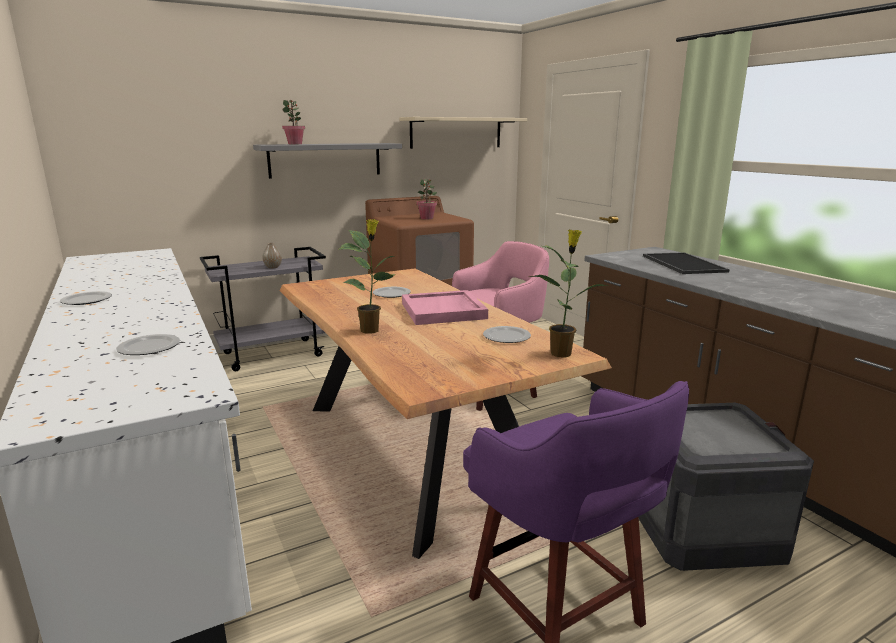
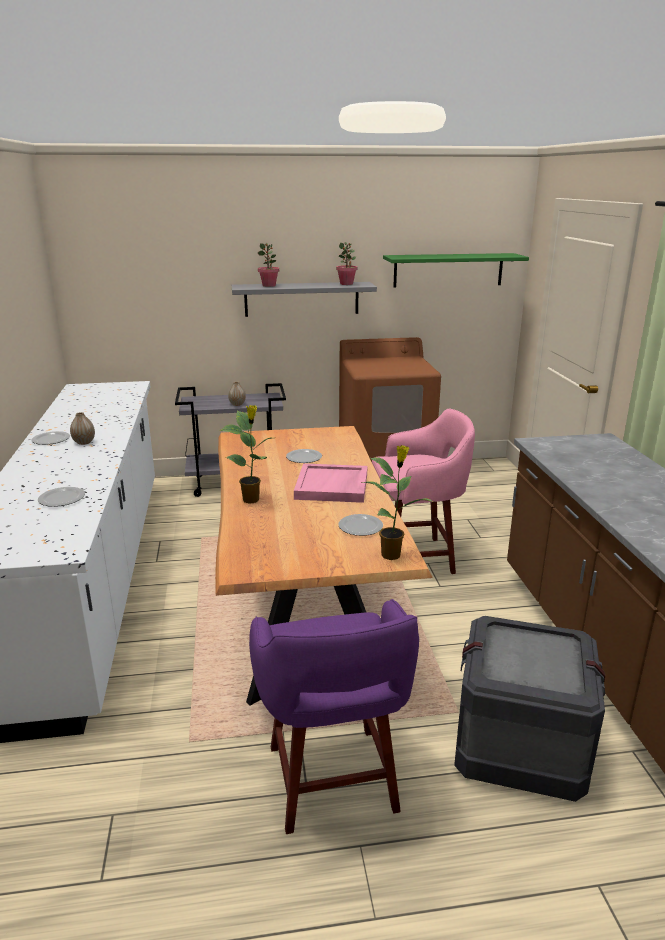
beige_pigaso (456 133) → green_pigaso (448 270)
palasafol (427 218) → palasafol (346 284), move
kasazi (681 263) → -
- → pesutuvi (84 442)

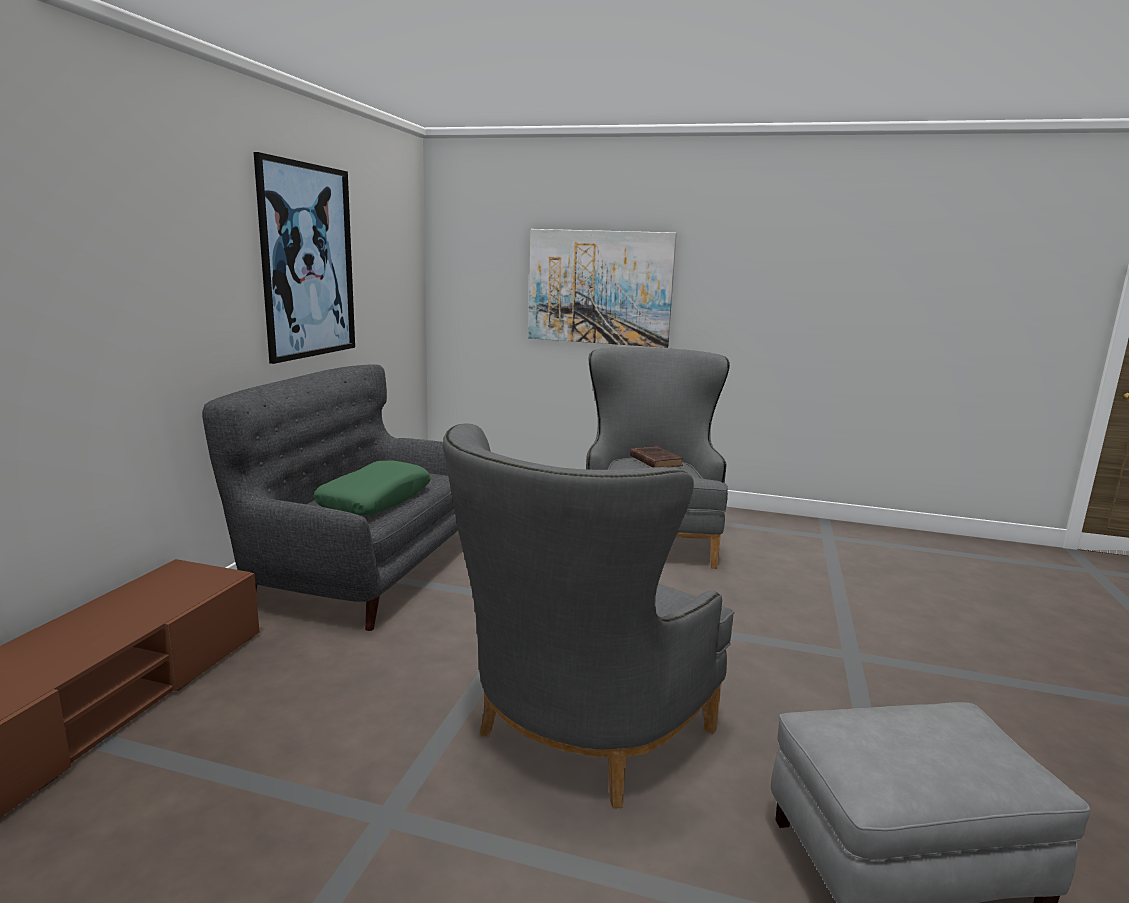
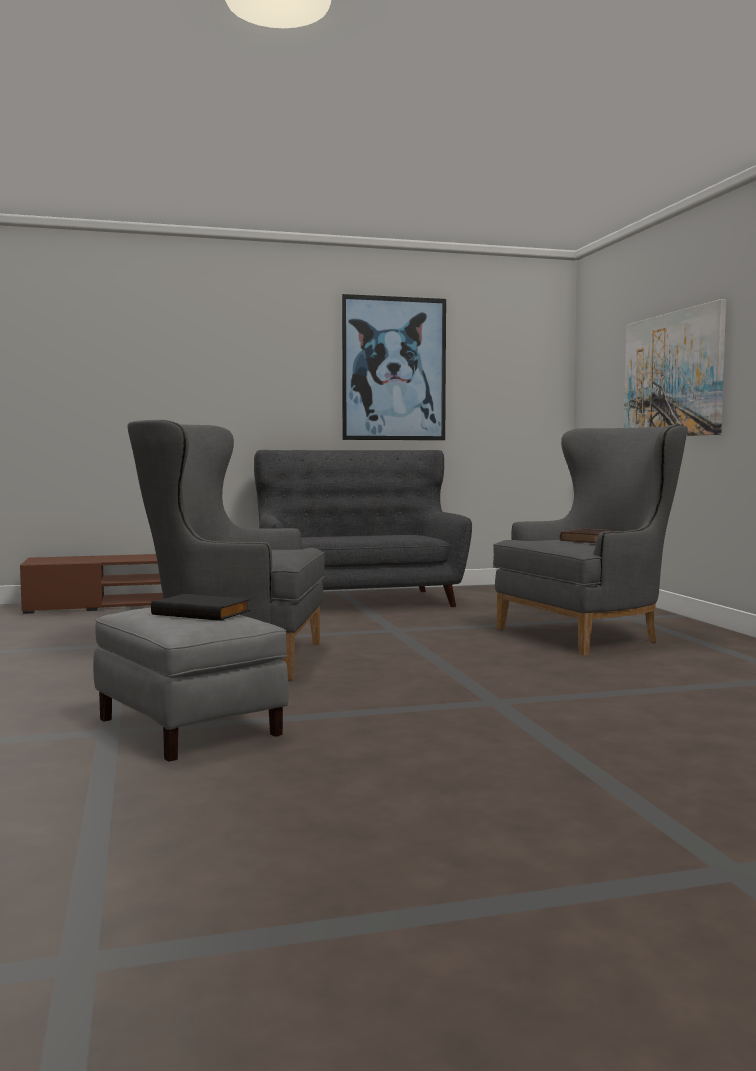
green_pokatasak (375 500) → -
- → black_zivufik (203 612)

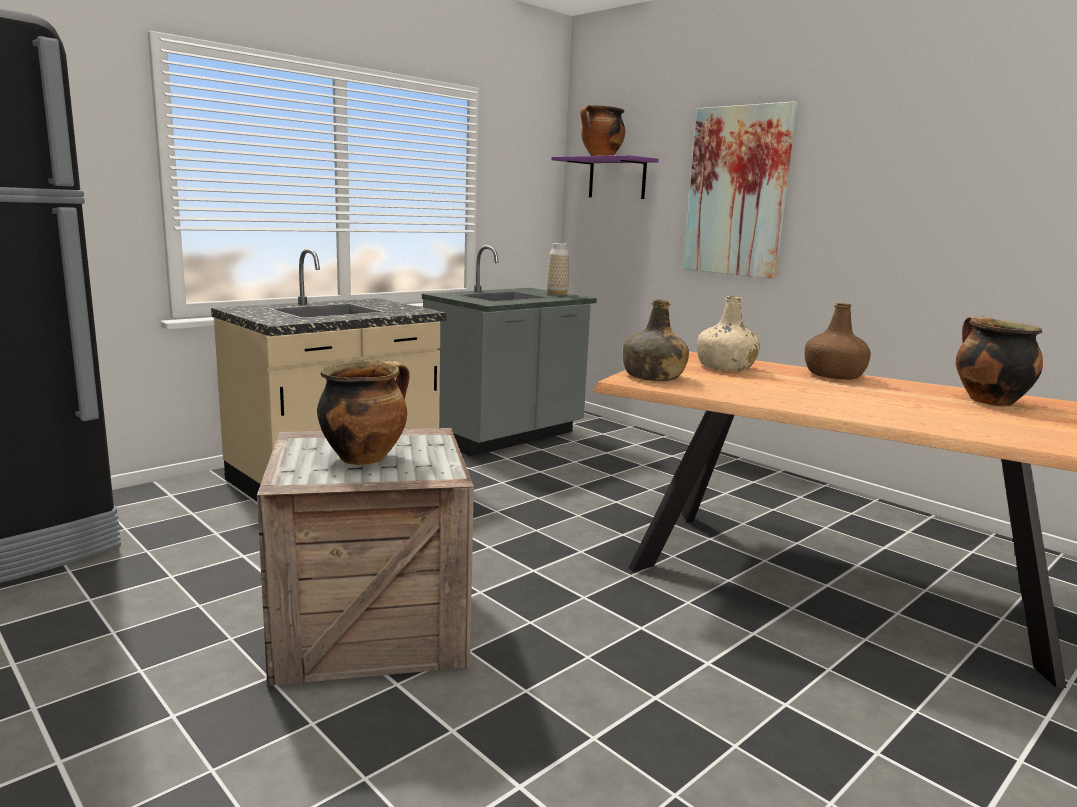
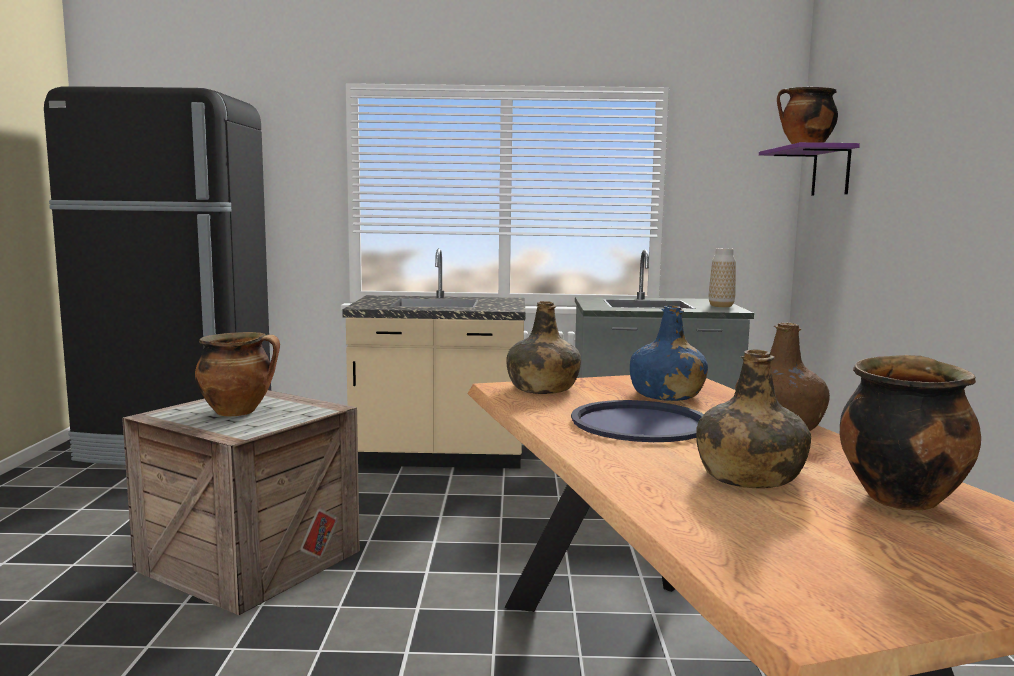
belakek (737 191) → -
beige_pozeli (725 367) → blue_pozeli (666 395)
- → blue_kasazi (639 423)
- → green_pozeli (748 477)

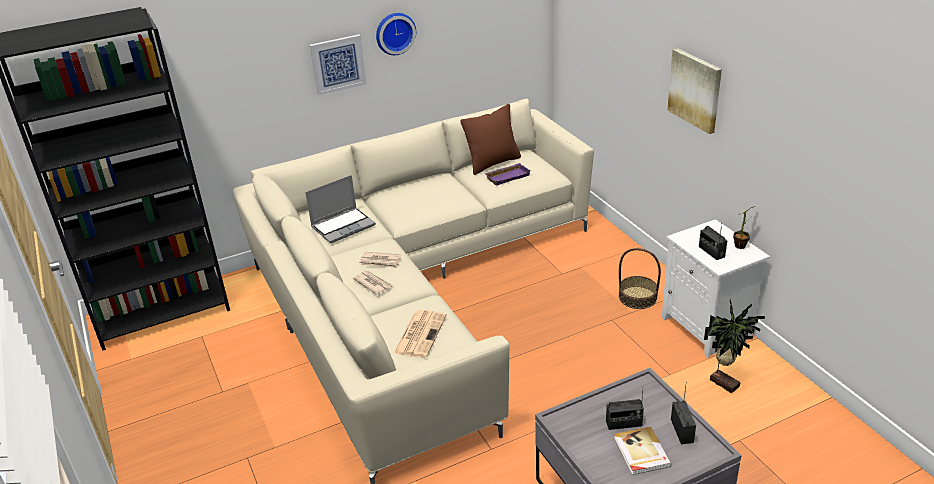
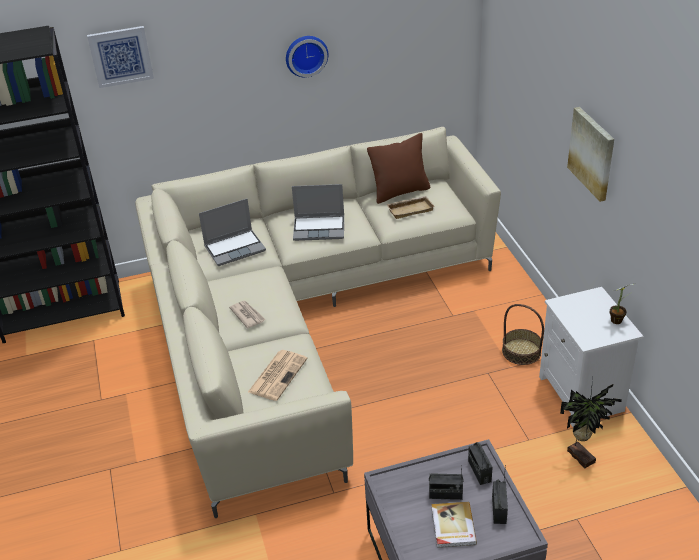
belakek (338 64) → belakek (120 56), move
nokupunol (380 262) → -
purple_kasazi (507 176) → beige_kasazi (410 209)
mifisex (711 252) → mifisex (479 471), move
- → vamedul (320 228)

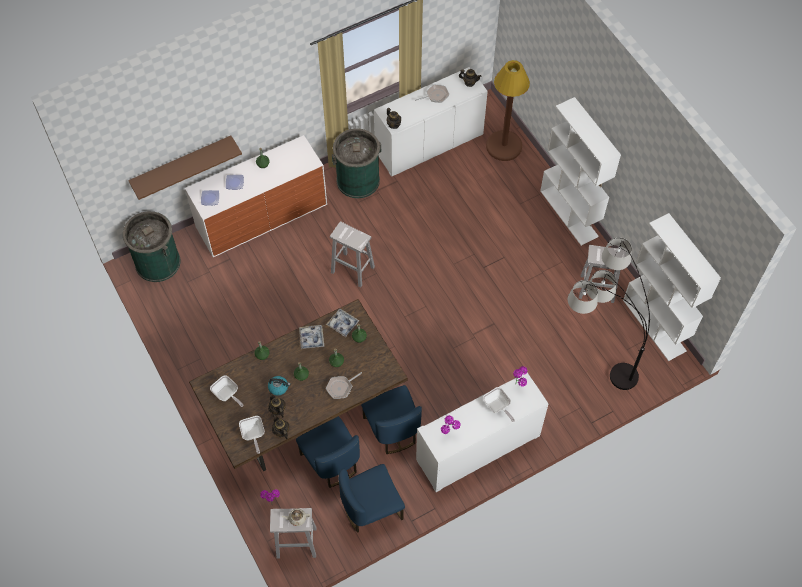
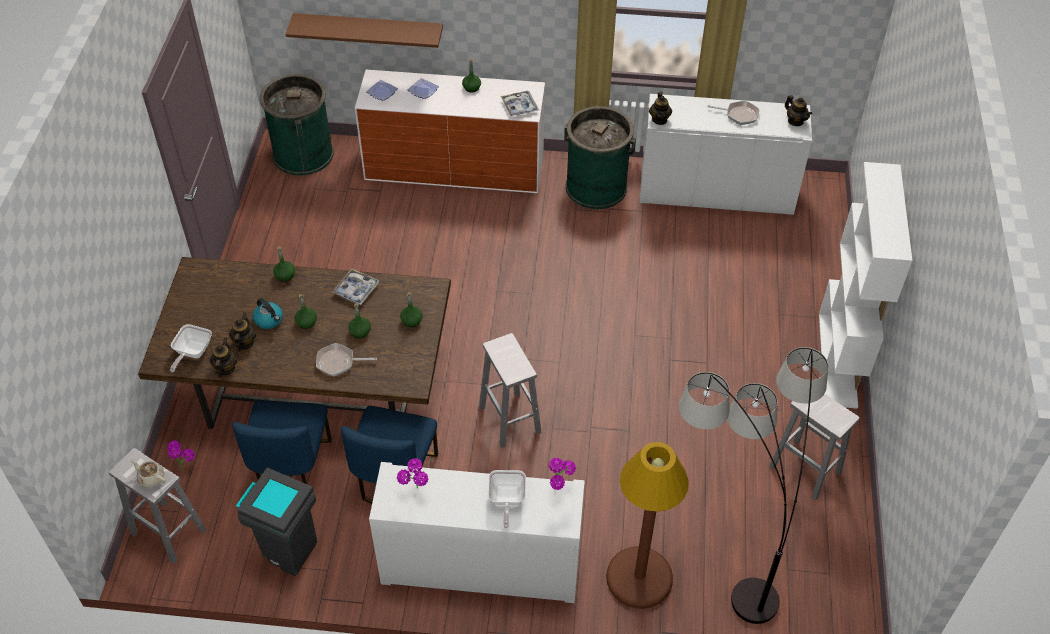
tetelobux (227 395) → -
kasazi (342 324) → kasazi (519 107), move
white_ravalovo (353 270) → white_ravalovo (510 420), move
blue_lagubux (371 508) → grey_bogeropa (287 551)
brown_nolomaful (504 146) → brown_nolomaful (639 578), move
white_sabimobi (655 325) → -

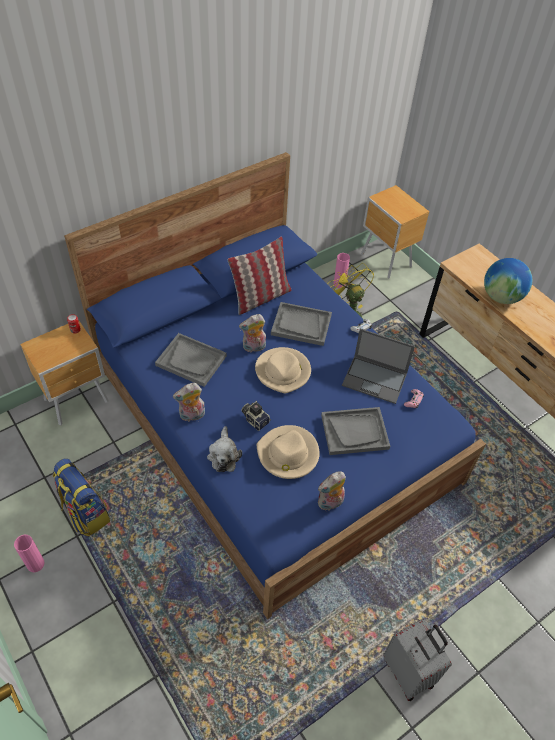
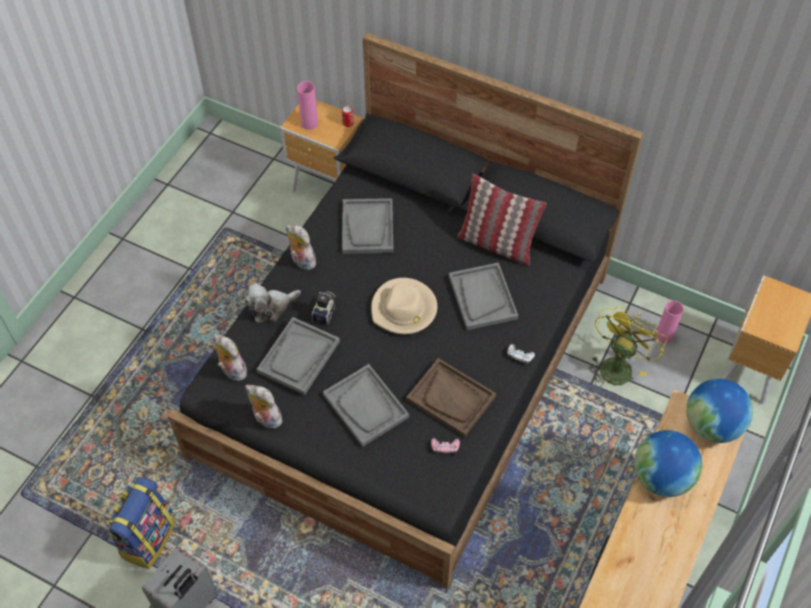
pink_pesutuvi (35 564) → pink_pesutuvi (309 123), move
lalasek (85 513) → lalasek (148 537), move
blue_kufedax (274 424) → black_kufedax (407 363)
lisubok (254 347) → lisubok (231 370), move
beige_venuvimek (288 454) → grey_kasazi (299 357)
vamedul (375 379) → brown_kasazi (451 398)
- → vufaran (712 425)

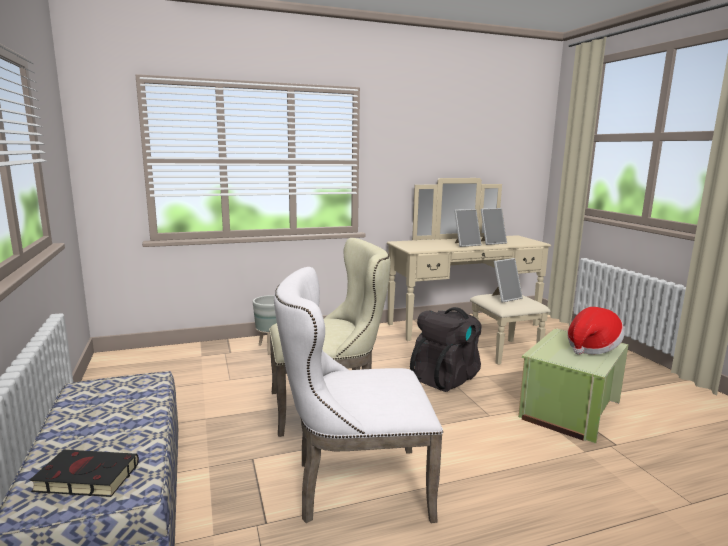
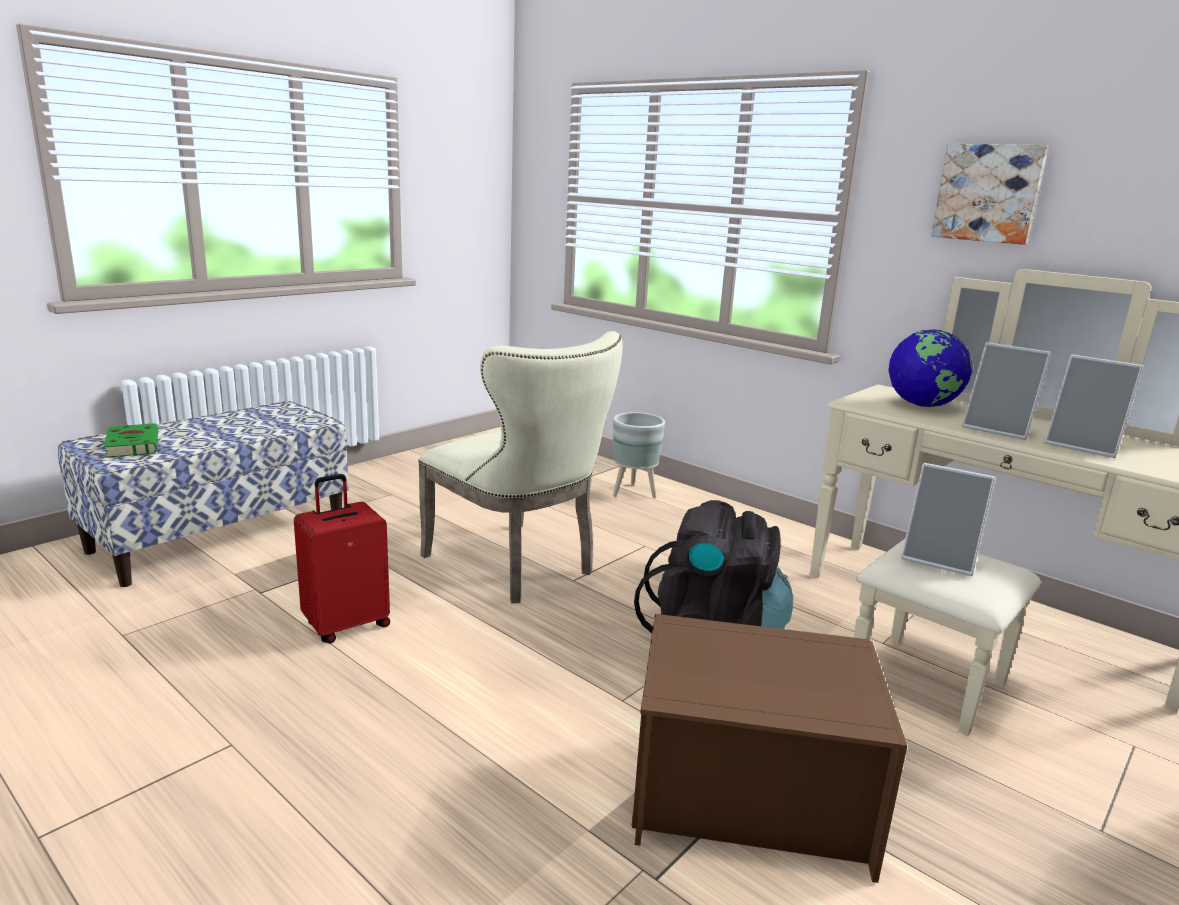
black_zivufik (84 478) → green_zivufik (132 444)
white_lagubux (353 487) → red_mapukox (346 624)
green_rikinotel (568 409) → brown_rikinotel (748 796)
venuvimek (592 347) → -
- → vufaran (922 405)
- → belakek (988 193)

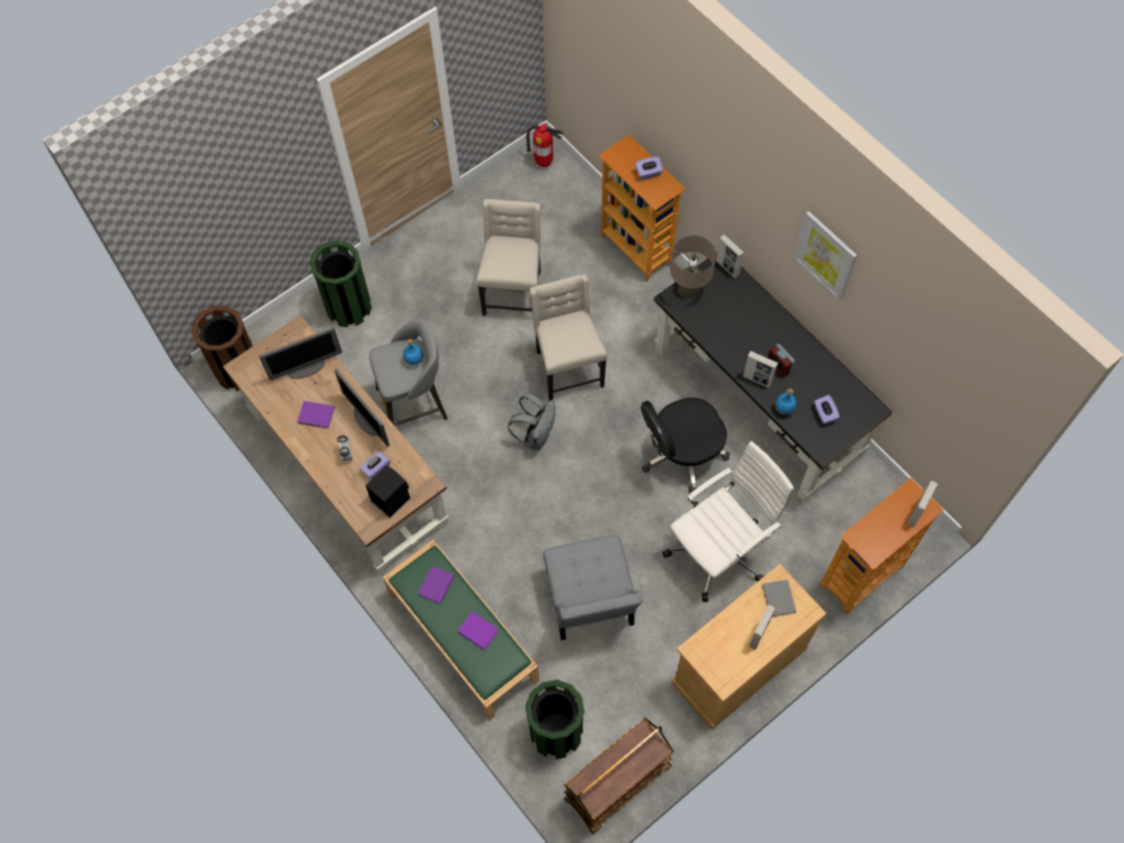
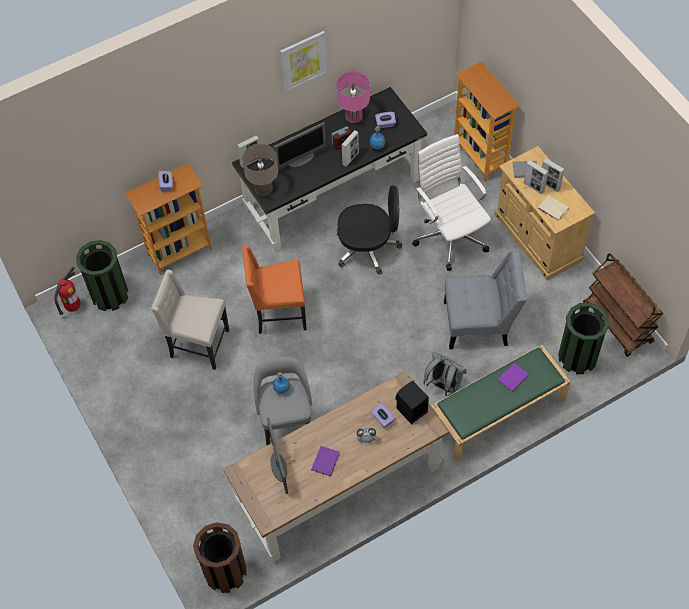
green_bogeropa (349 307) → green_bogeropa (110 295), move
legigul (367 421) → legigul (301 160), move
purple_zivufik (435 586) → -
grey_lalasek (536 435) → grey_lalasek (443 385), move
beige_lagubux (568 368) → orange_lagubux (279 313)
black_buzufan (681 454) → black_buzufan (368 248), 75 degrees counterclockwise
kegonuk (916 513) → kegonuk (533 187), move
- → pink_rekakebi (354 116)
- → beige_zivufik (553 209)

